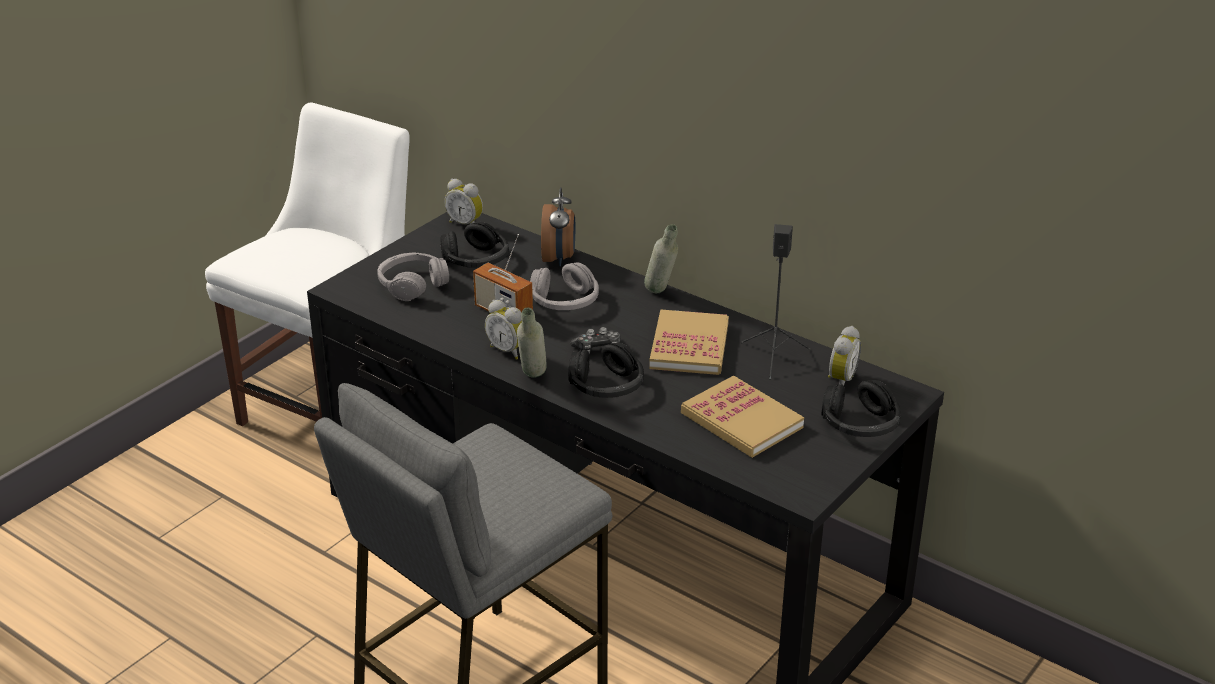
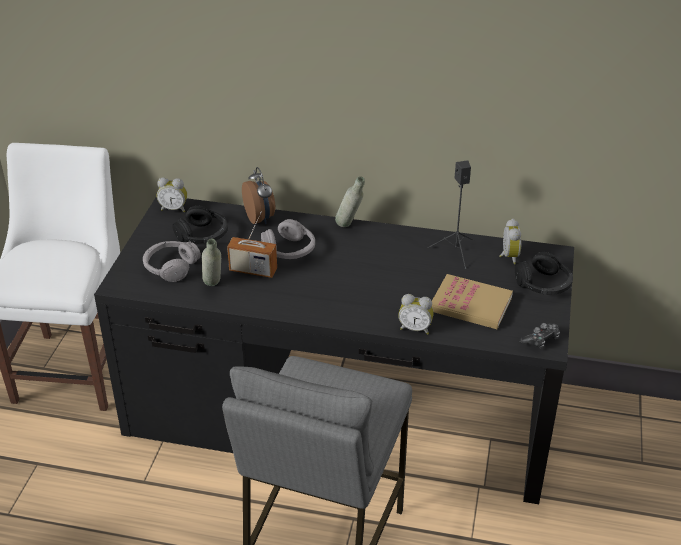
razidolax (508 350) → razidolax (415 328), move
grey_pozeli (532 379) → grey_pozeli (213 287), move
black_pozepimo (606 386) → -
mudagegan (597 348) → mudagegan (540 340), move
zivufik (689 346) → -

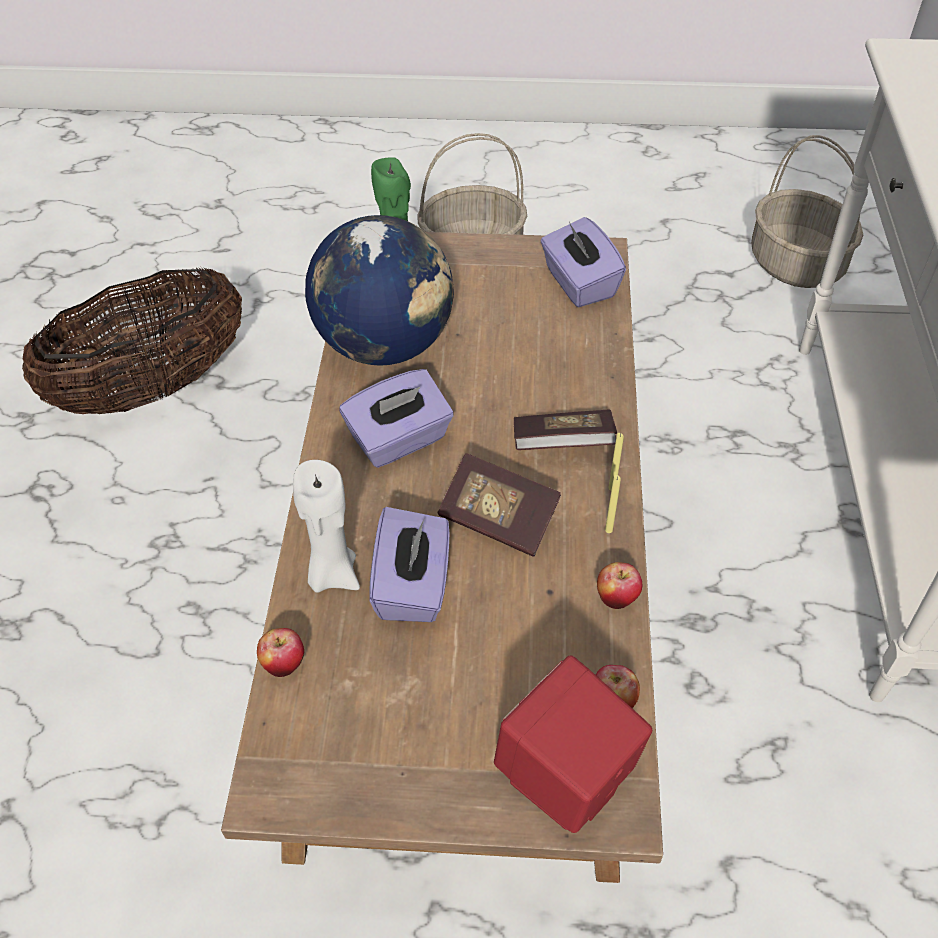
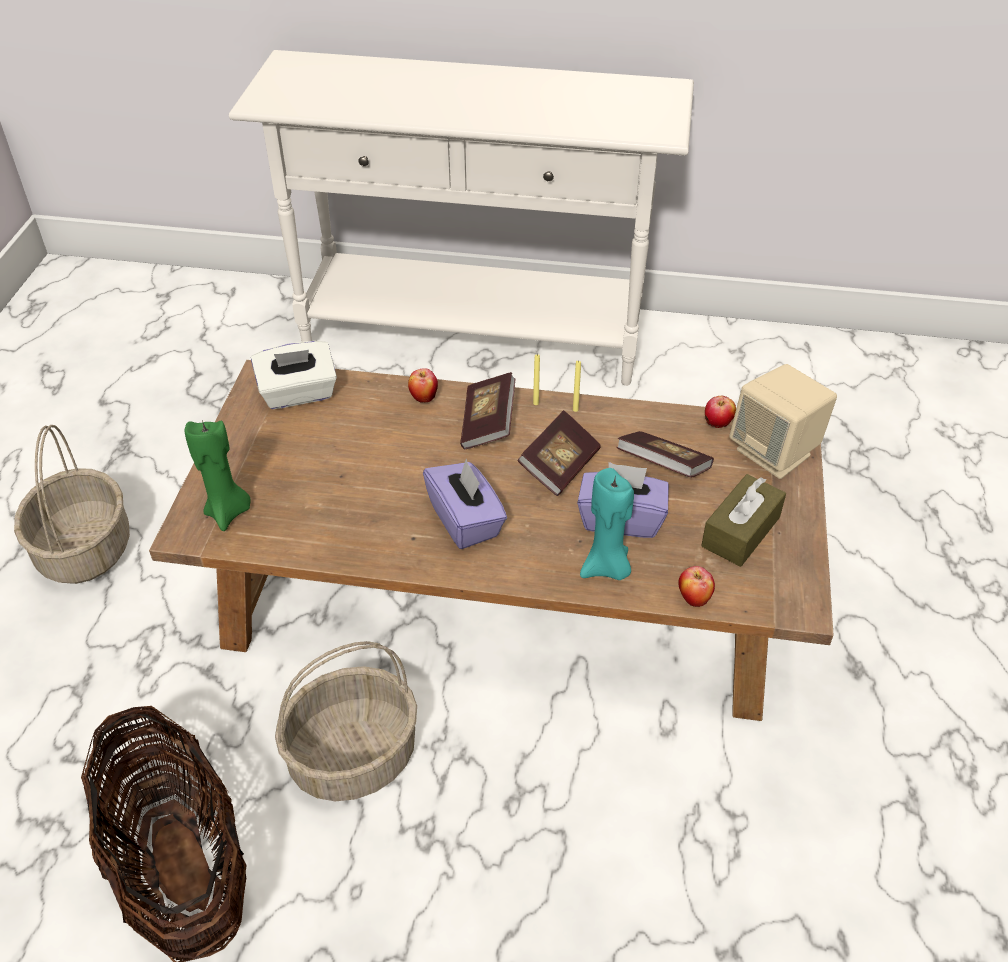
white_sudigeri (332 573) → turquoise_sudigeri (607 568)
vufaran (385 344) → -
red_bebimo (566 778) → beige_bebimo (774 452)
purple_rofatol (579 283) → white_rofatol (298 394)
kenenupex (616 598) → kenenupex (423 397), move
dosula (797 264) → dosula (354 755), move
- → zivufik (663 467)
- → brown_rofatol (740 532)

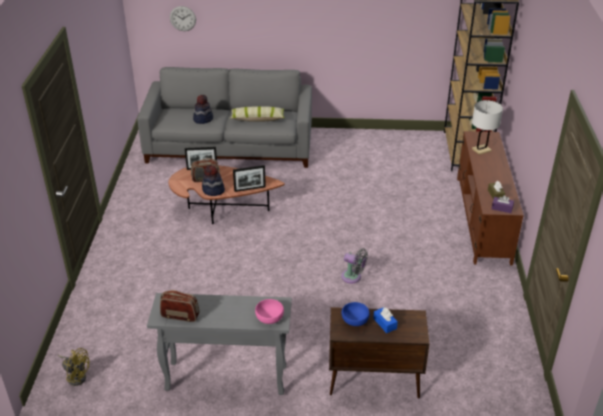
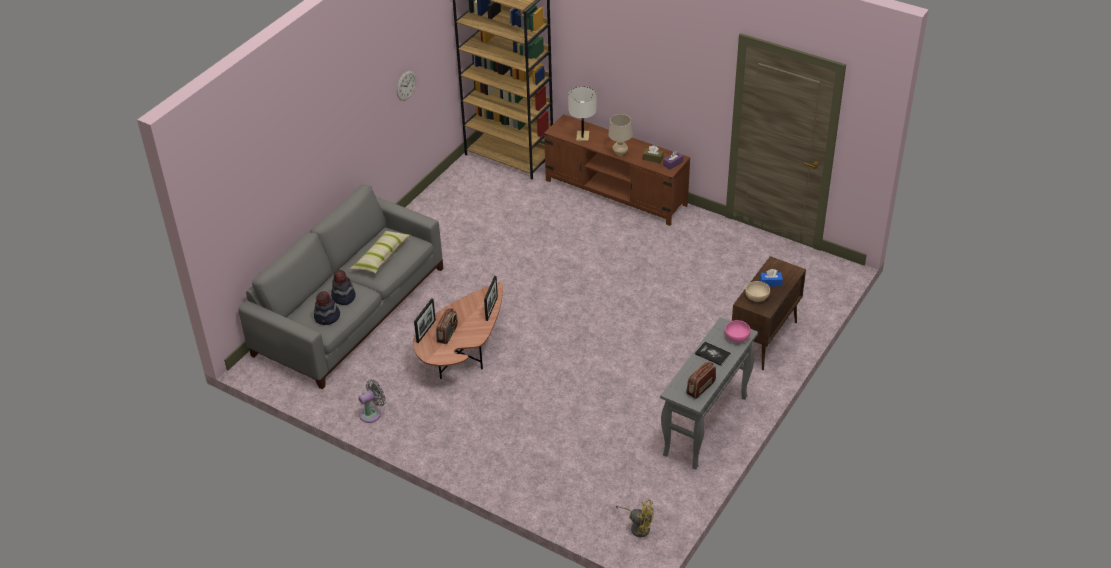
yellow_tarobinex (76 376) → yellow_tarobinex (638 526), 60 degrees clockwise
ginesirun (182 18) → ginesirun (406 85), move
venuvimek (213 190) → venuvimek (327 317), move
grey_tarobinex (353 277) → grey_tarobinex (372 413), move
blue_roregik (355 320) → beige_roregik (757 297)
- → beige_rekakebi (620 153)
- → zivufik (712 354)

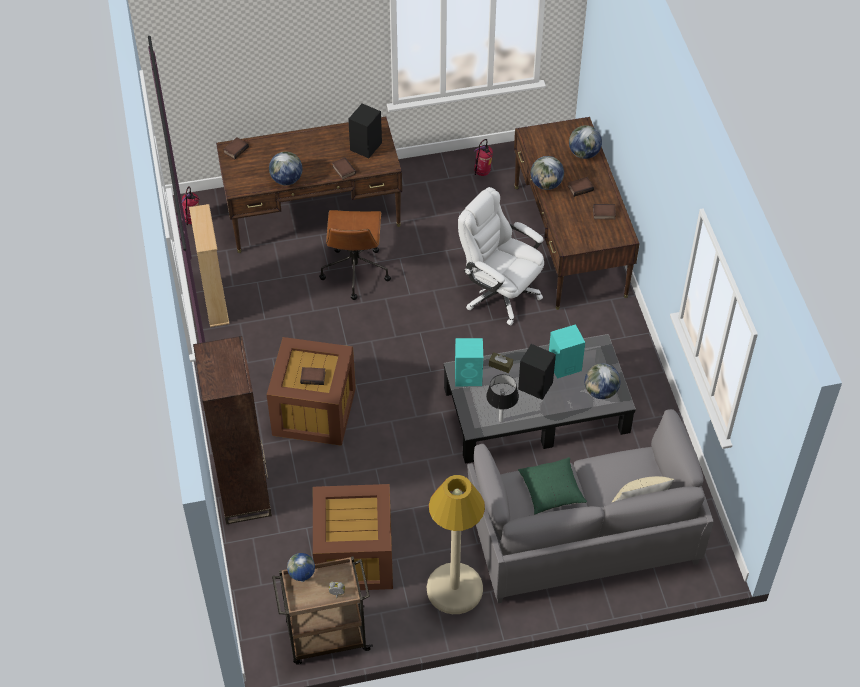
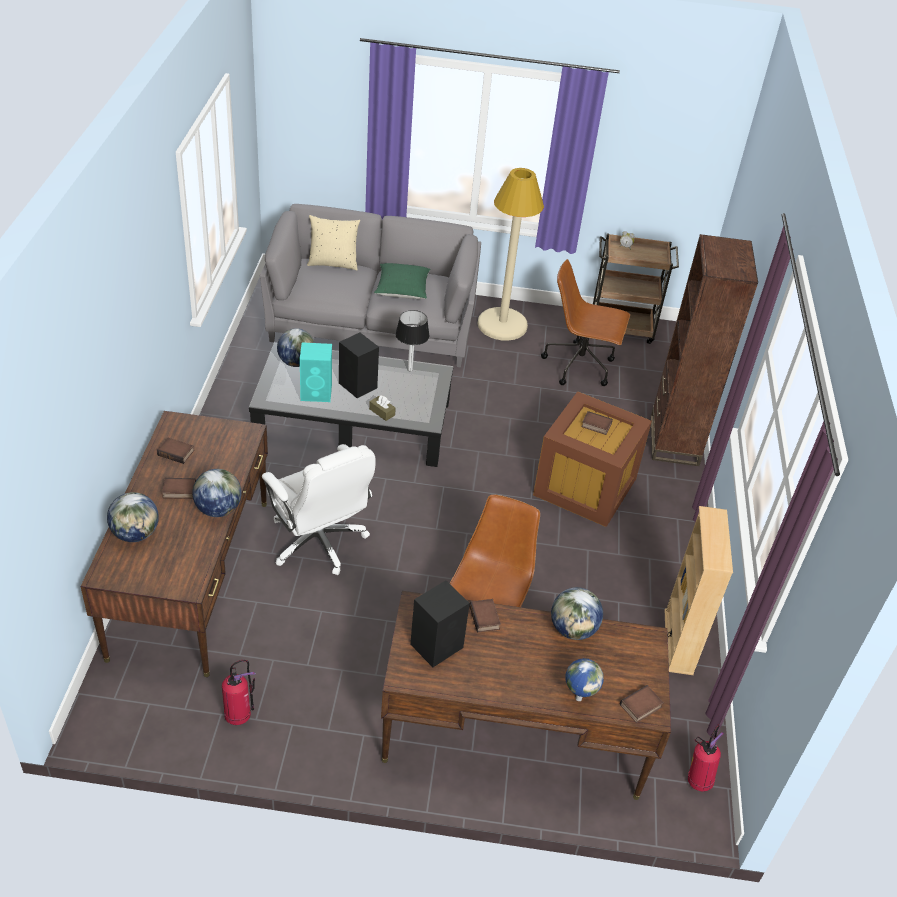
vufaran (303 580) → vufaran (578 698), move
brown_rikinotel (355 558) → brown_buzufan (580 366)
turquoise_bebimo (469 376) → -

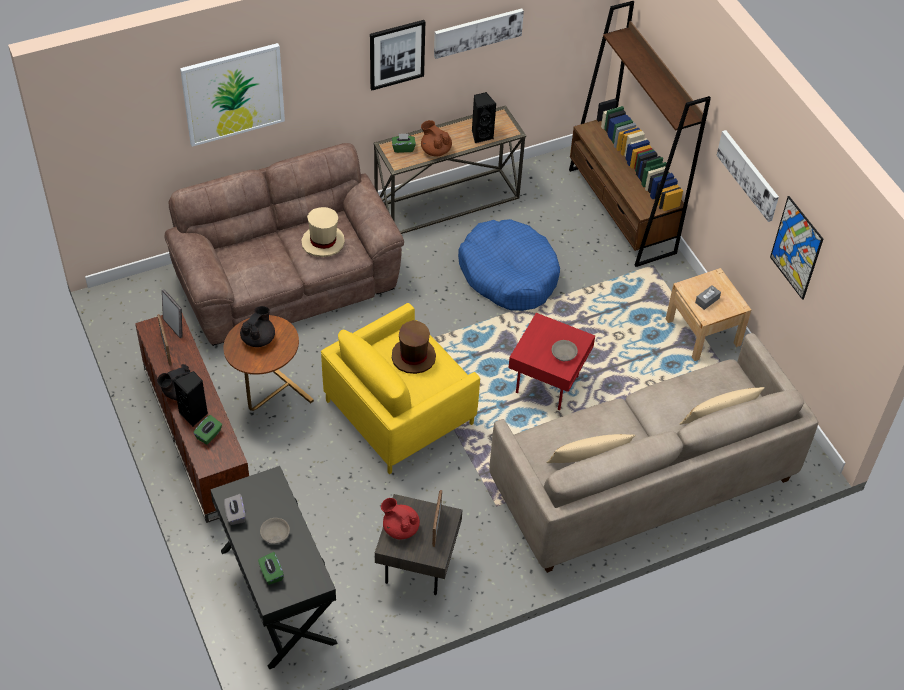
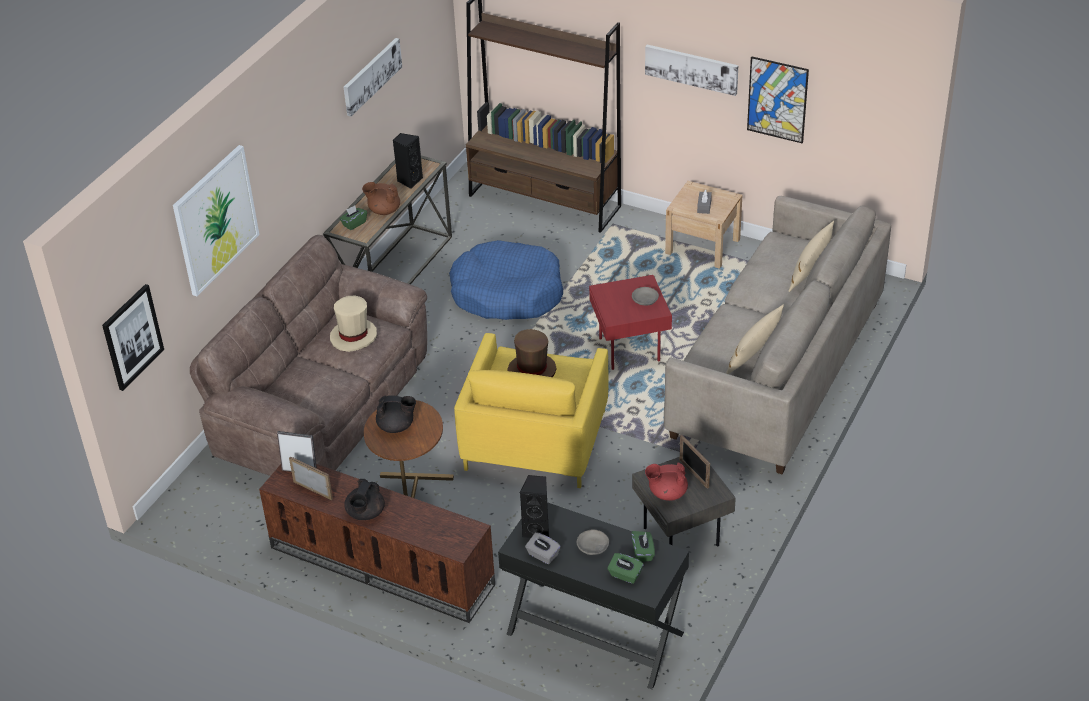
black_bebimo (194 415) → black_bebimo (537 529), move
green_rofatol (209 435) → green_rofatol (643 552), move
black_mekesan (258 339) → black_mekesan (396 426), 105 degrees clockwise
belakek (396 54) → belakek (132 337), move

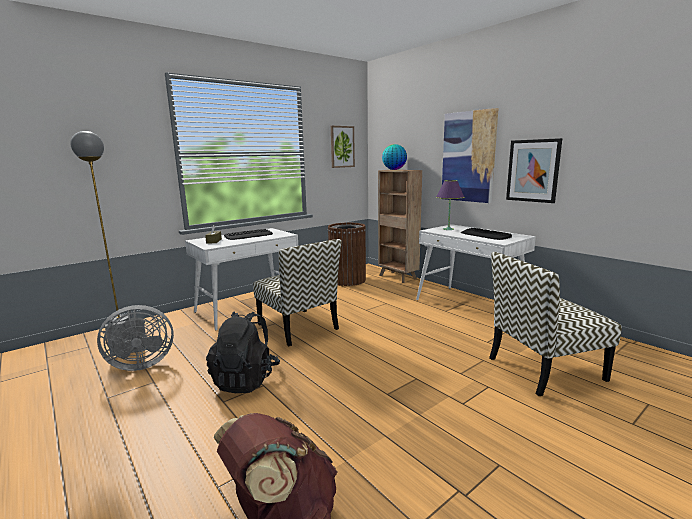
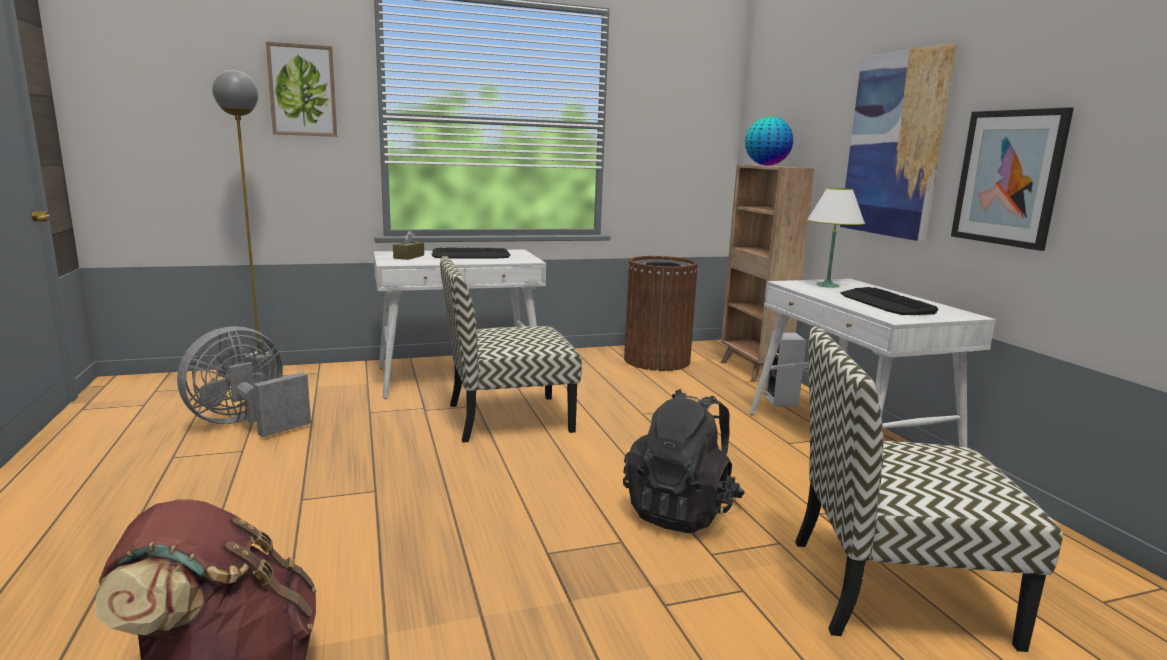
grey_tarobinex (139 364) → grey_tarobinex (246 424), 135 degrees clockwise
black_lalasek (246 380) → black_lalasek (681 511), move
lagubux (298 327) → lagubux (507 418), 90 degrees clockwise
belakek (342 147) → belakek (302 90), move
purple_rekakebi (448 229) → white_rekakebi (827 285)
- → bebimo (782 401)

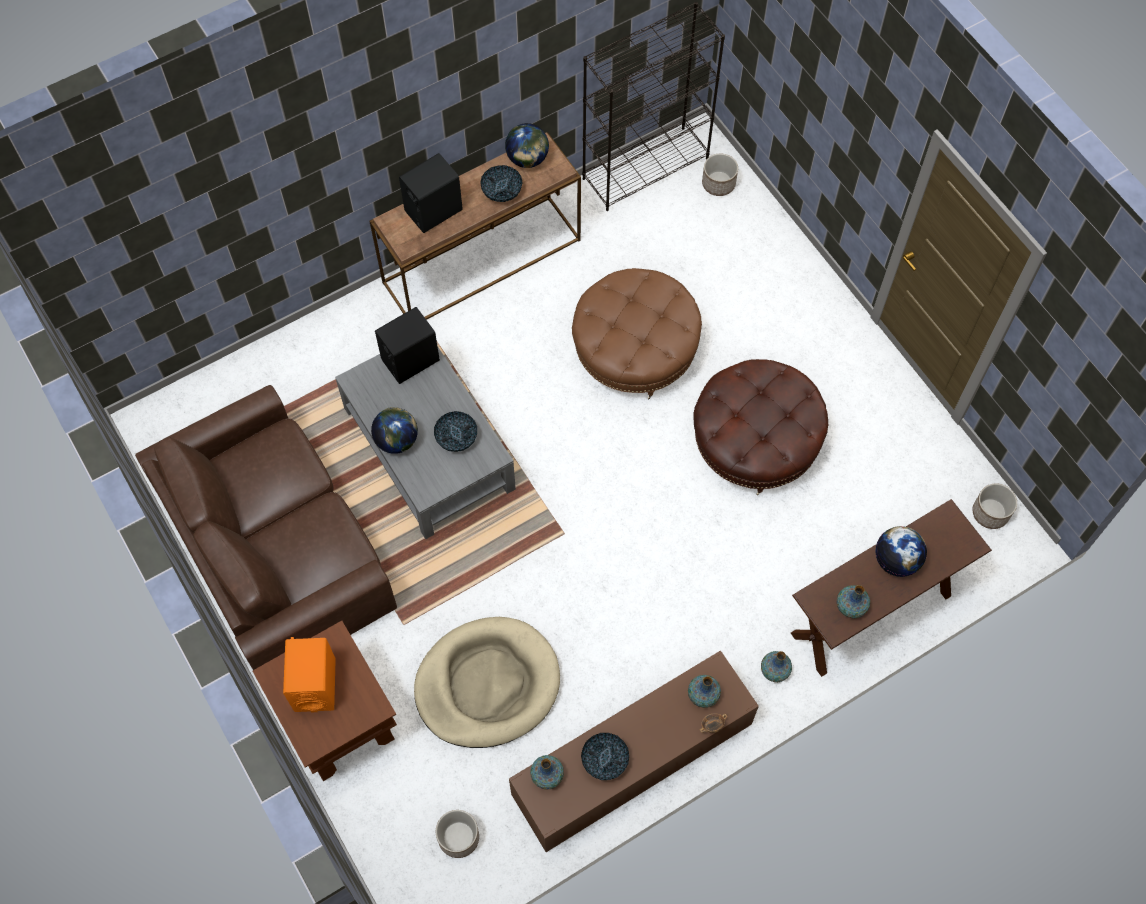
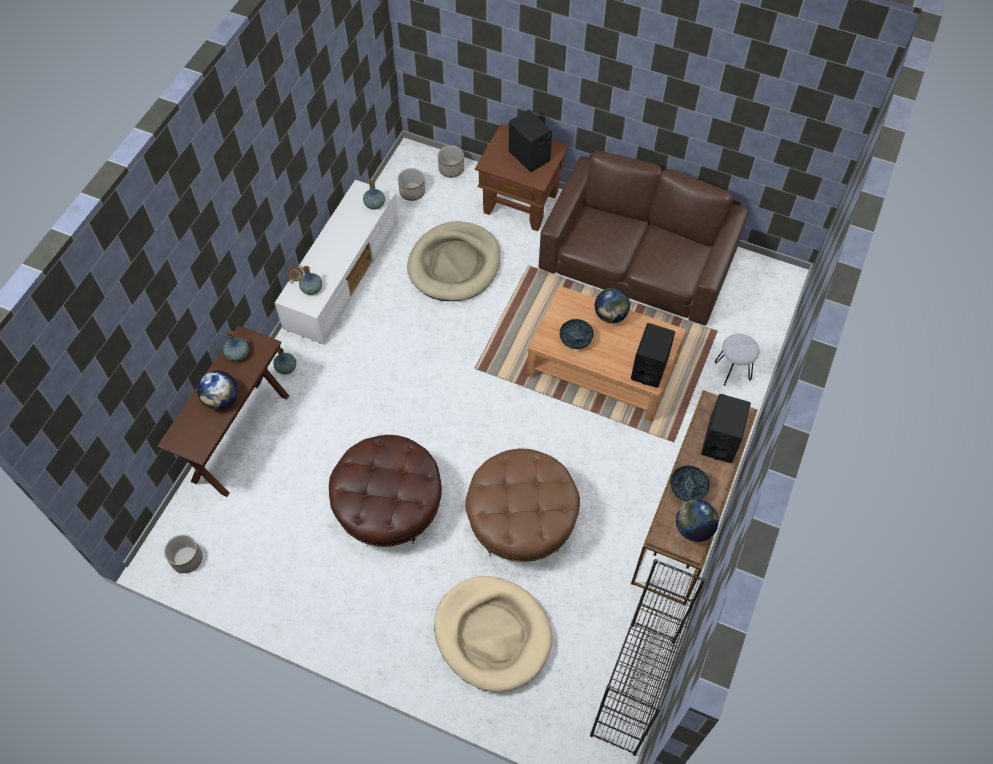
orange_bebimo (315 685) → black_bebimo (529 156)
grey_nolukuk (428 448) → brown_nolukuk (603 367)
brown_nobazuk (631 762) → white_nobazuk (343 274)
roregik (605 760) → -
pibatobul (718 184) → pibatobul (451 169), move
- → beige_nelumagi (492 634)
- → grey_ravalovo (732 371)

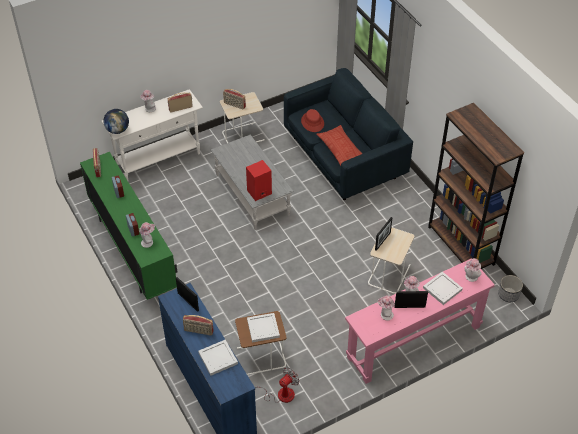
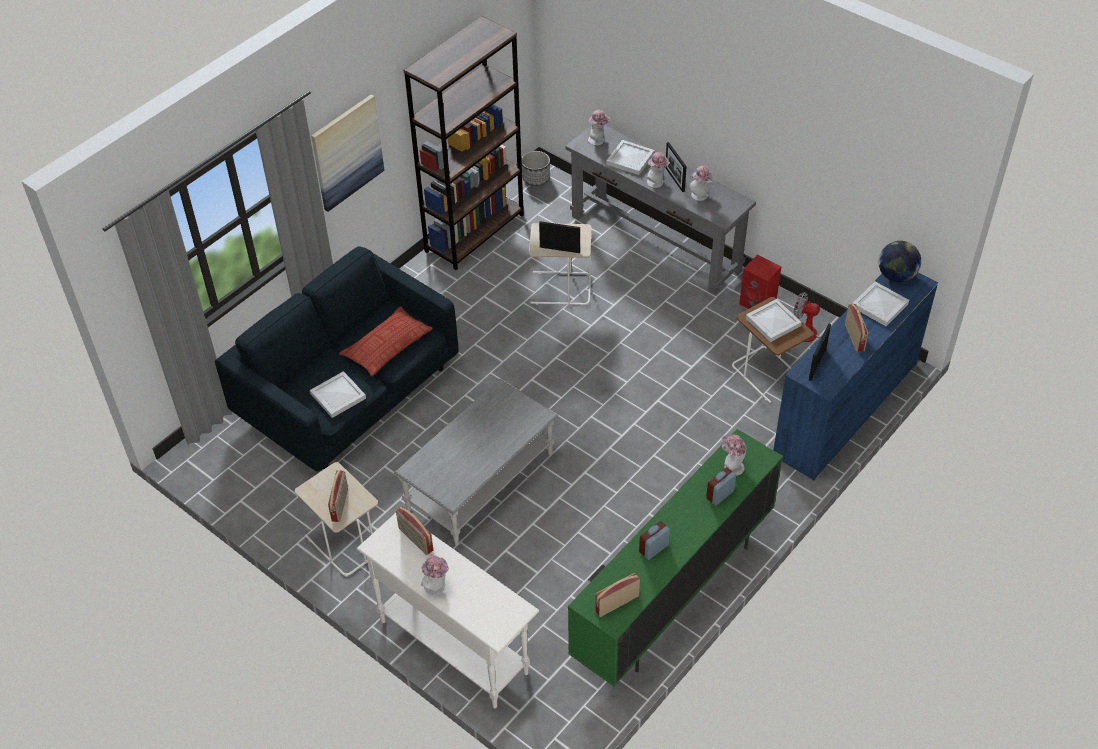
vufaran (117 130) → vufaran (896 276), move
red_bebimo (259 192) → red_bebimo (758 303), move
red_venuvimek (312 122) → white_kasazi (338 395)
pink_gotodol (414 342) → grey_gotodol (655 242)
- → belakek (347 152)

